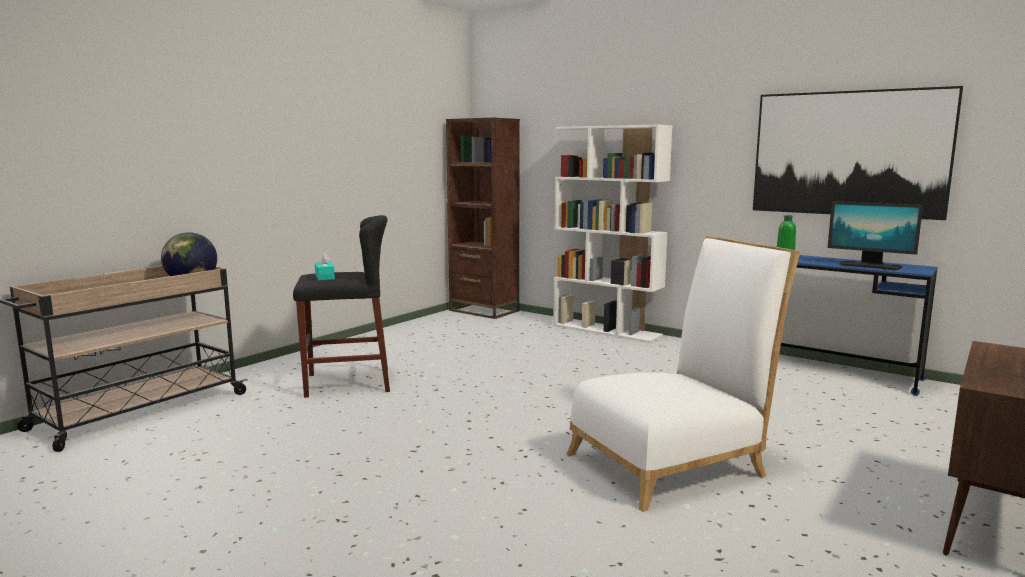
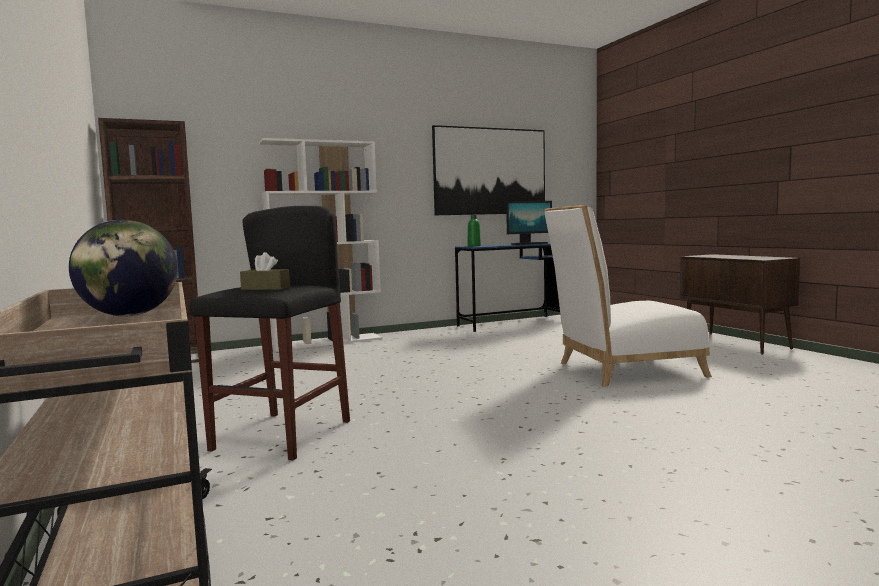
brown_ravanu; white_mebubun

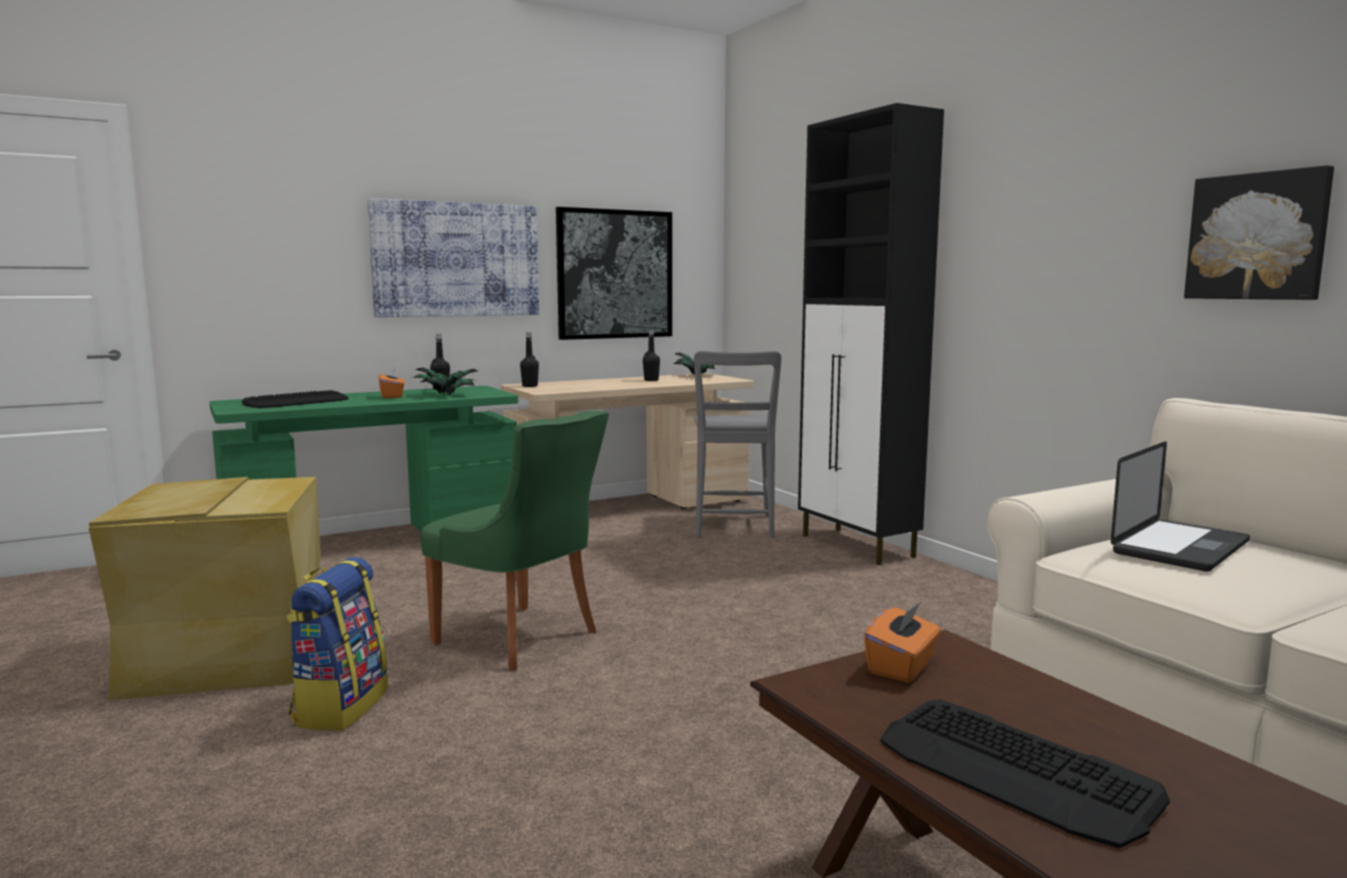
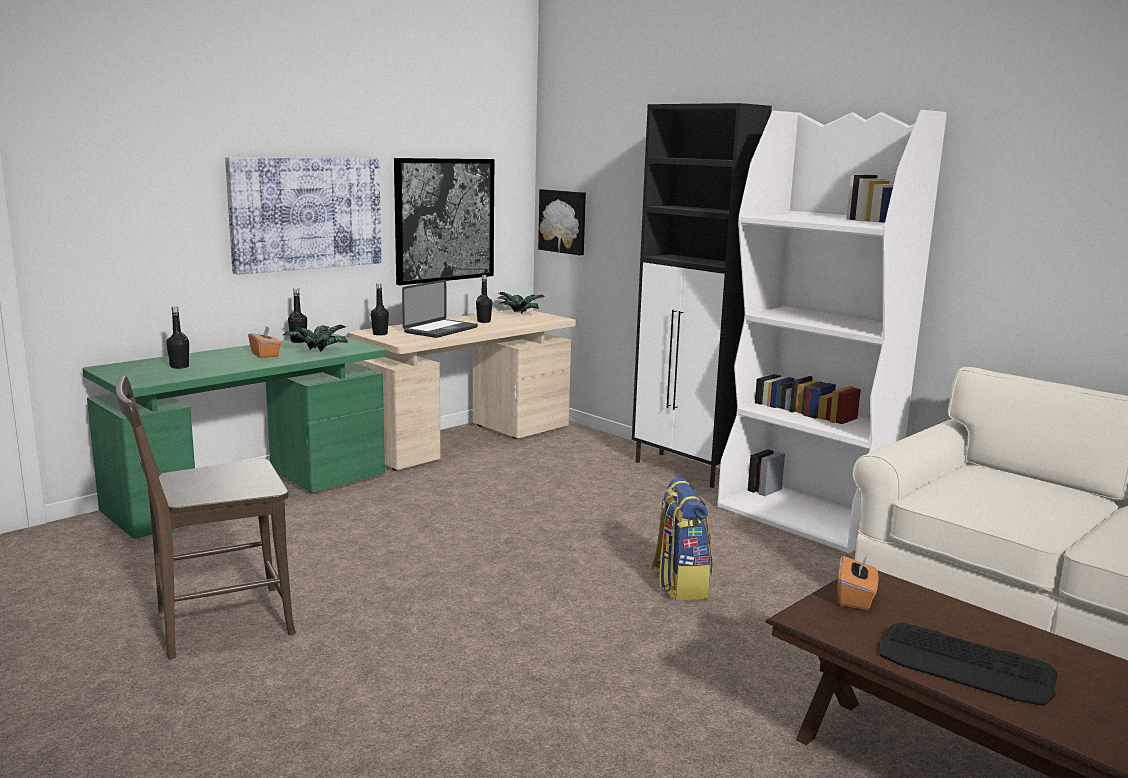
green_mebubun; grey_mebubun; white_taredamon; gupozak; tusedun; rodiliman (no. 3 from left); brown_mebubun; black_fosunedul (no. 1 from left)

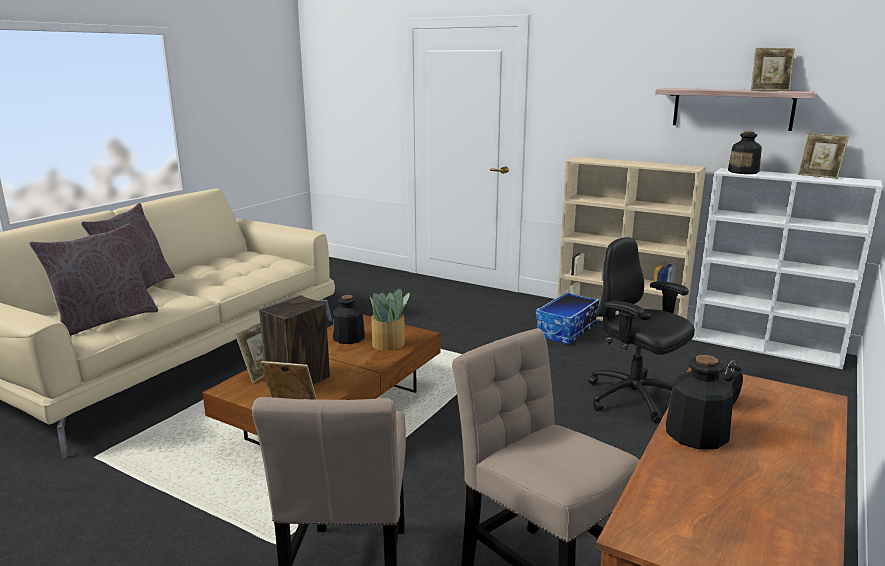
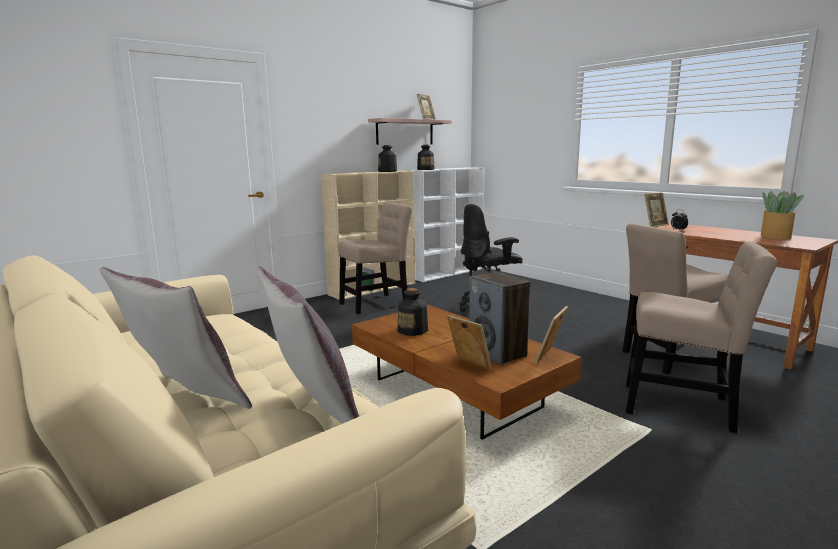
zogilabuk; fosunedul (no. 1 from left); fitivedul (no. 4 from left); beige_mebubun (no. 1 from left)

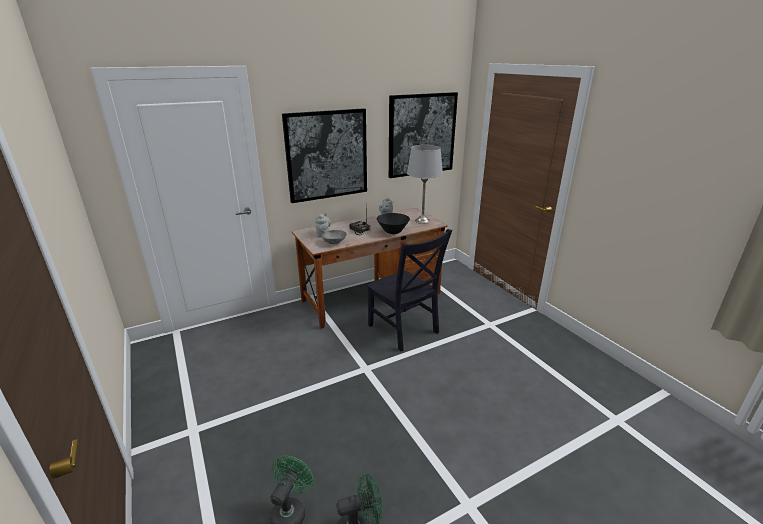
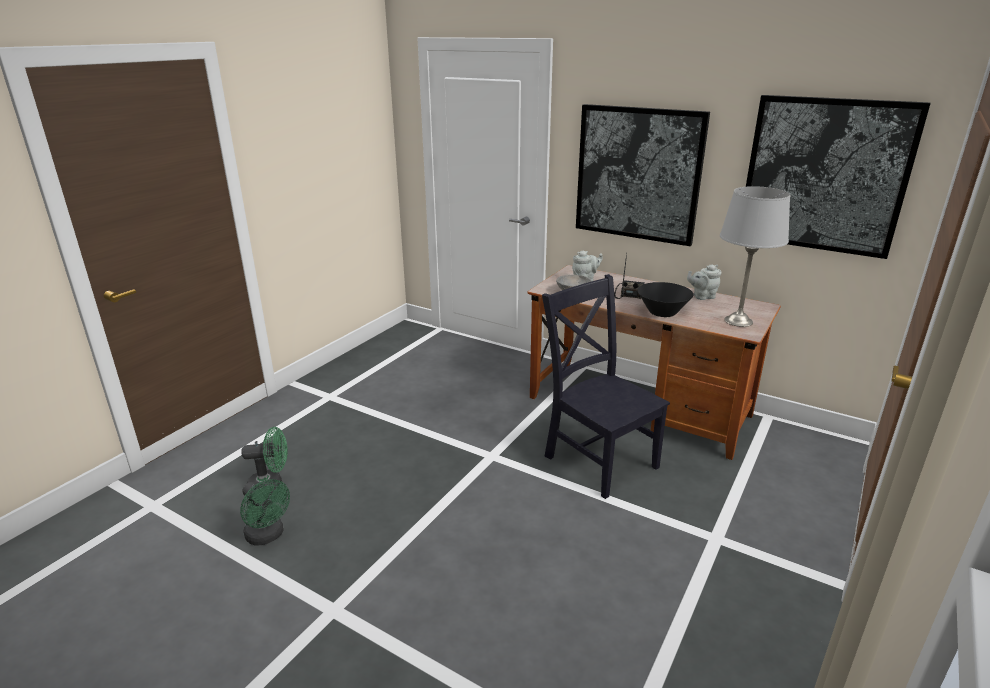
black_mebubun

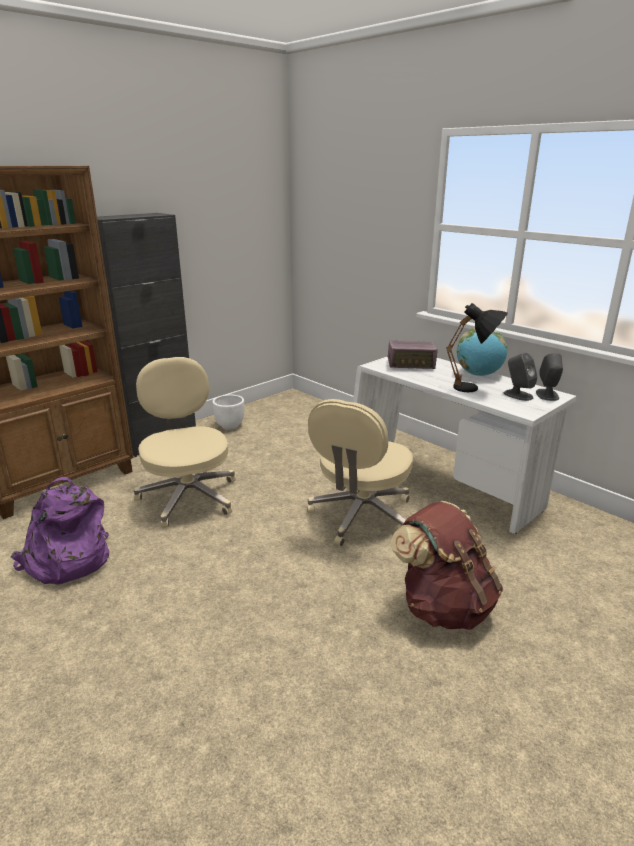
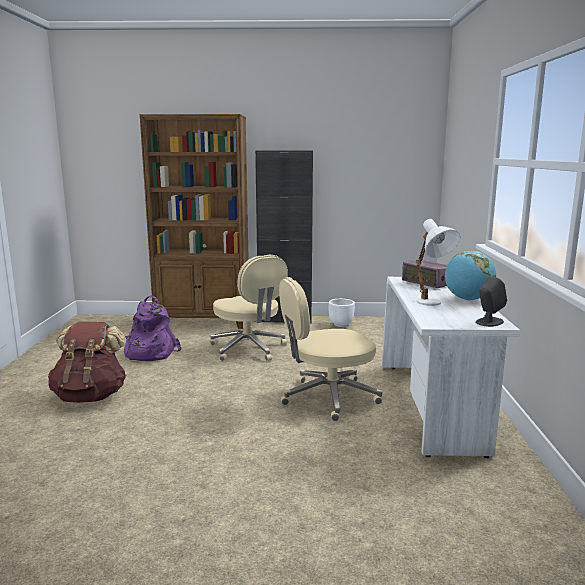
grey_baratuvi (no. 1 from left in the first image); brown_gupozak; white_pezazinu; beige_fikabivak (no. 1 from left)

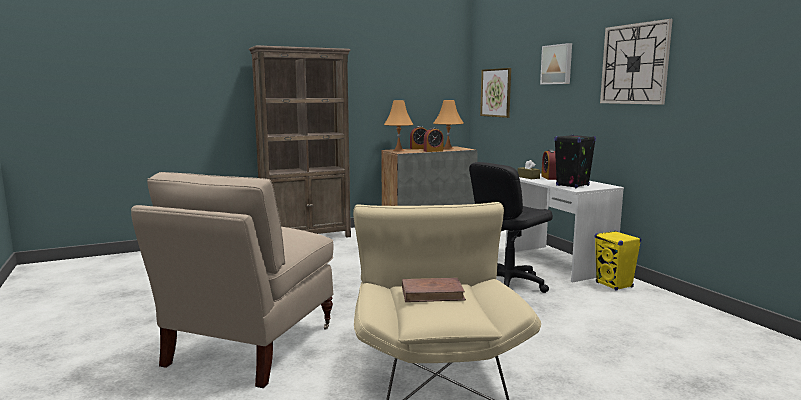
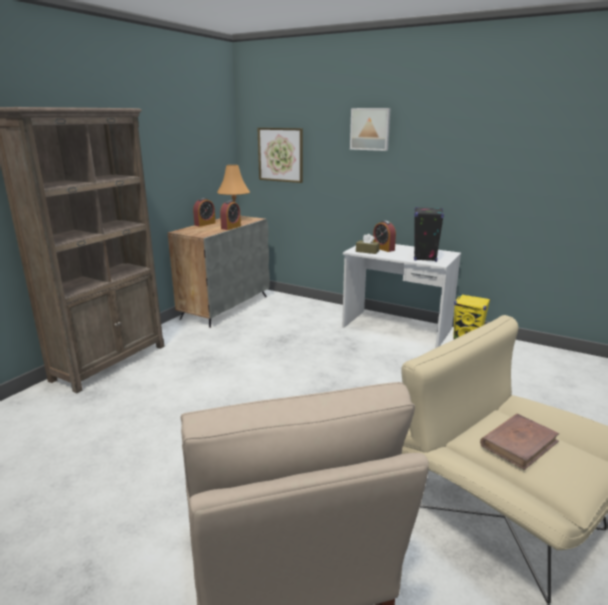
orange_pezazinu (no. 1 from left in the first image); black_fikabivak; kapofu

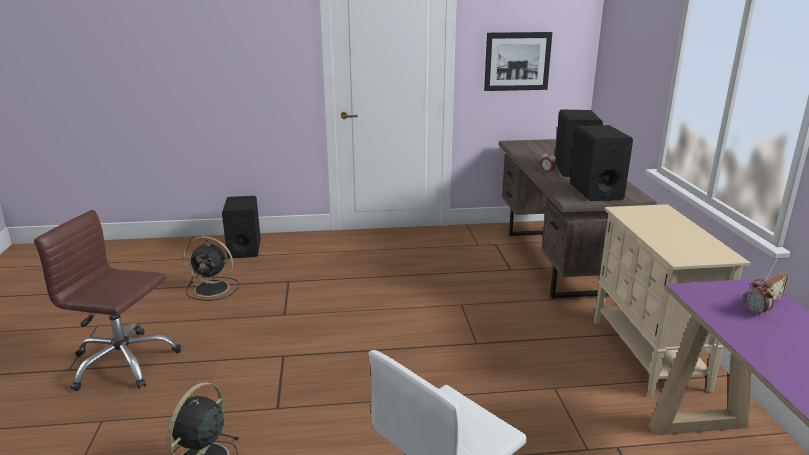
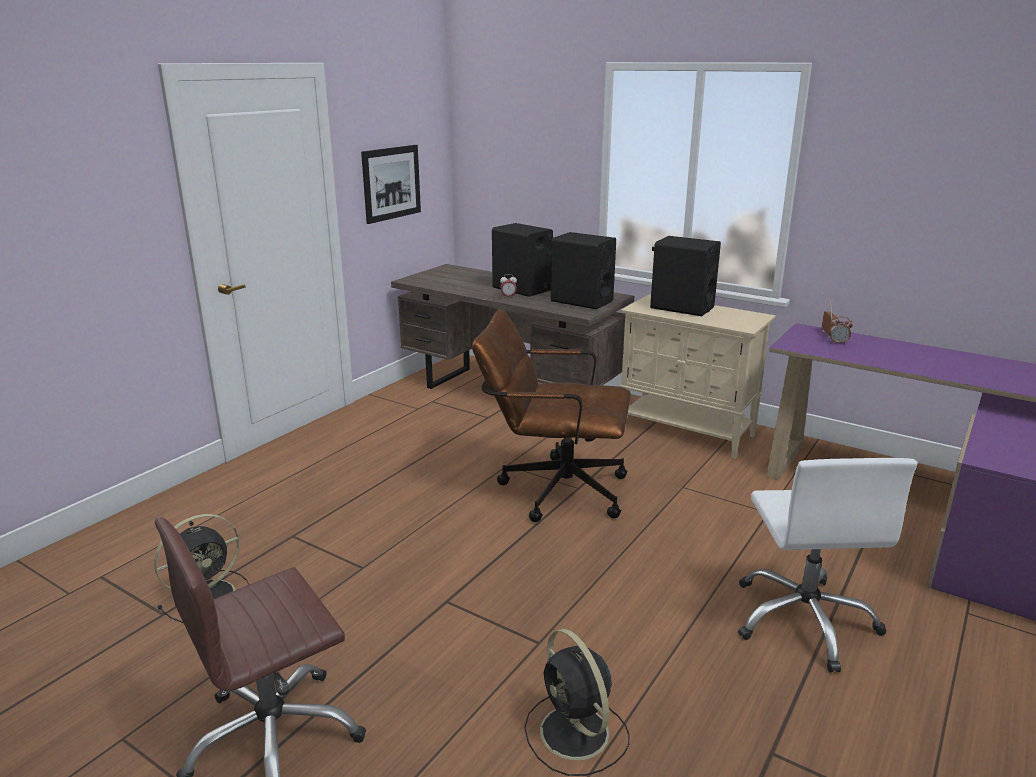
brown_fikabivak (no. 2 from left); black_baratuvi (no. 3 from left)

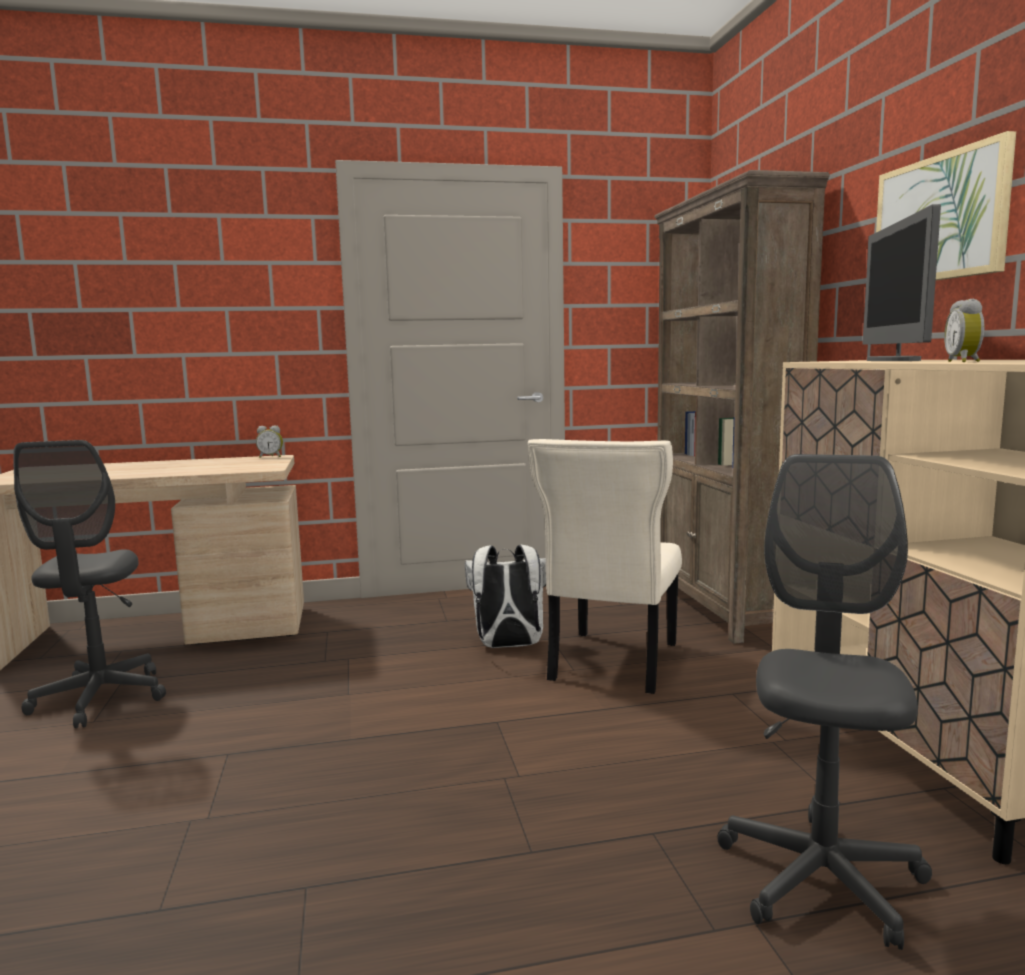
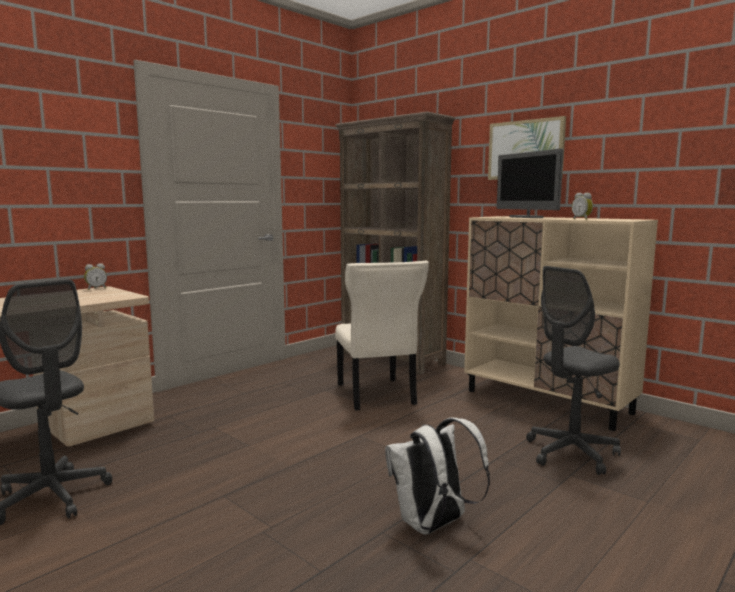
white_gupozak; grey_fikabivak (no. 2 from left)

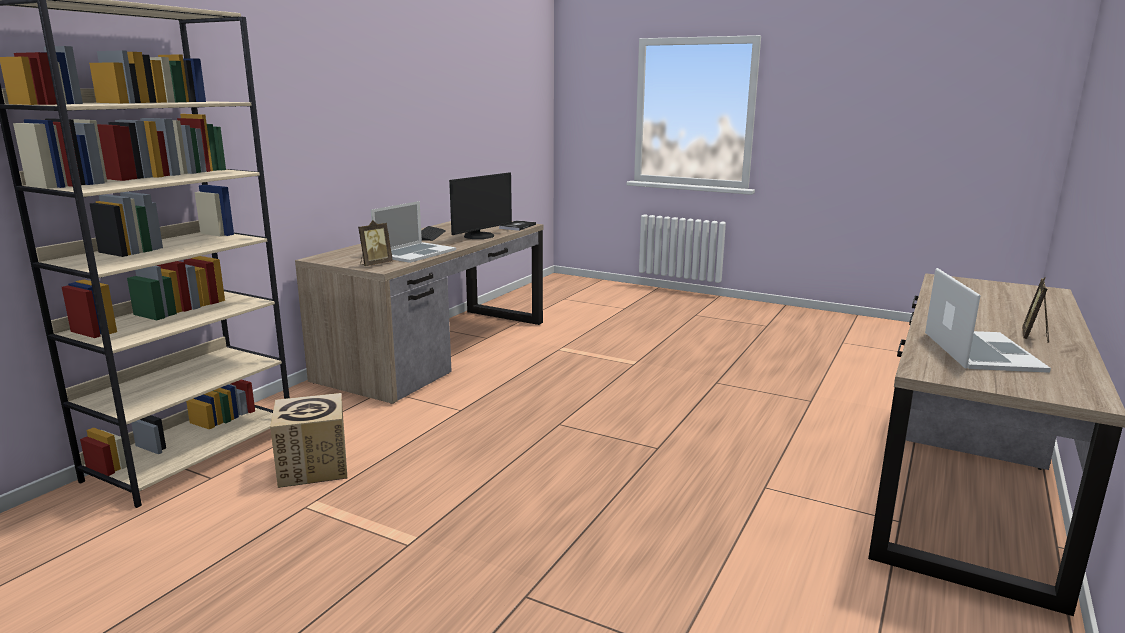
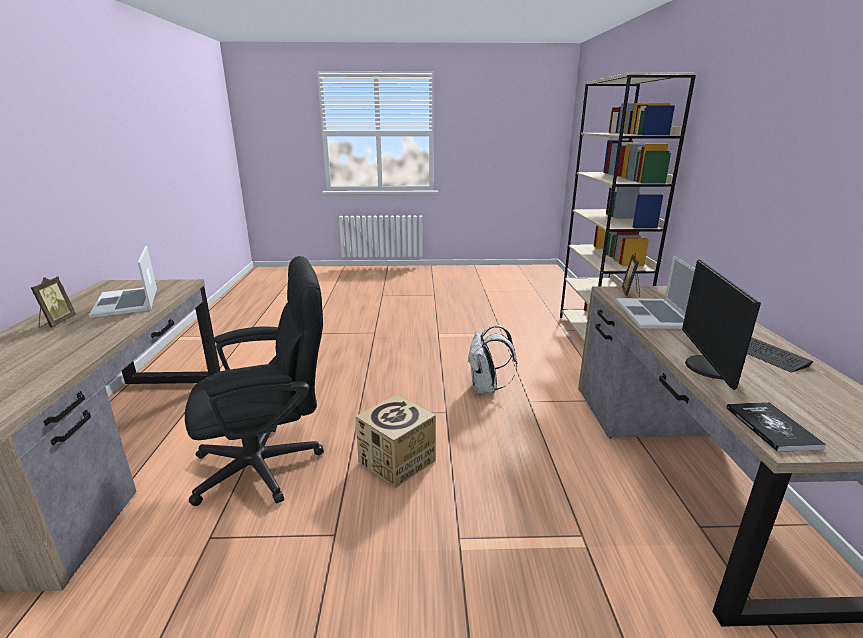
black_fikabivak; white_gupozak; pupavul

